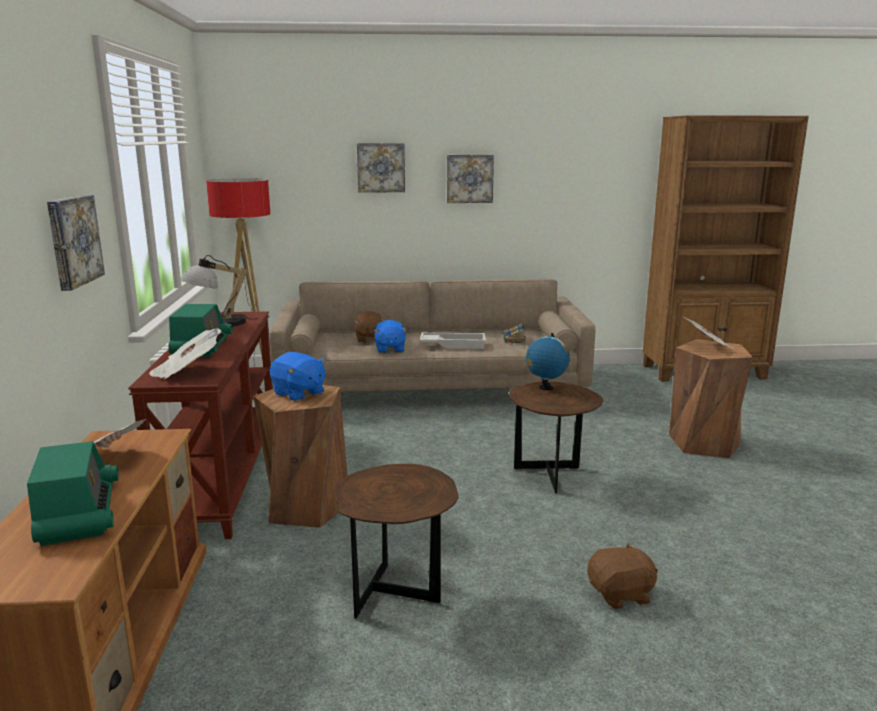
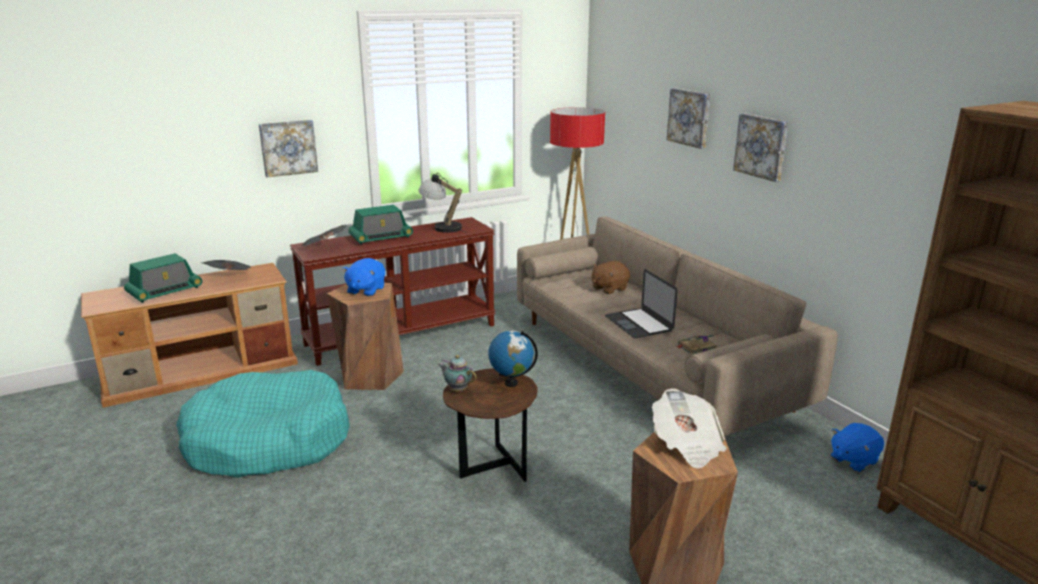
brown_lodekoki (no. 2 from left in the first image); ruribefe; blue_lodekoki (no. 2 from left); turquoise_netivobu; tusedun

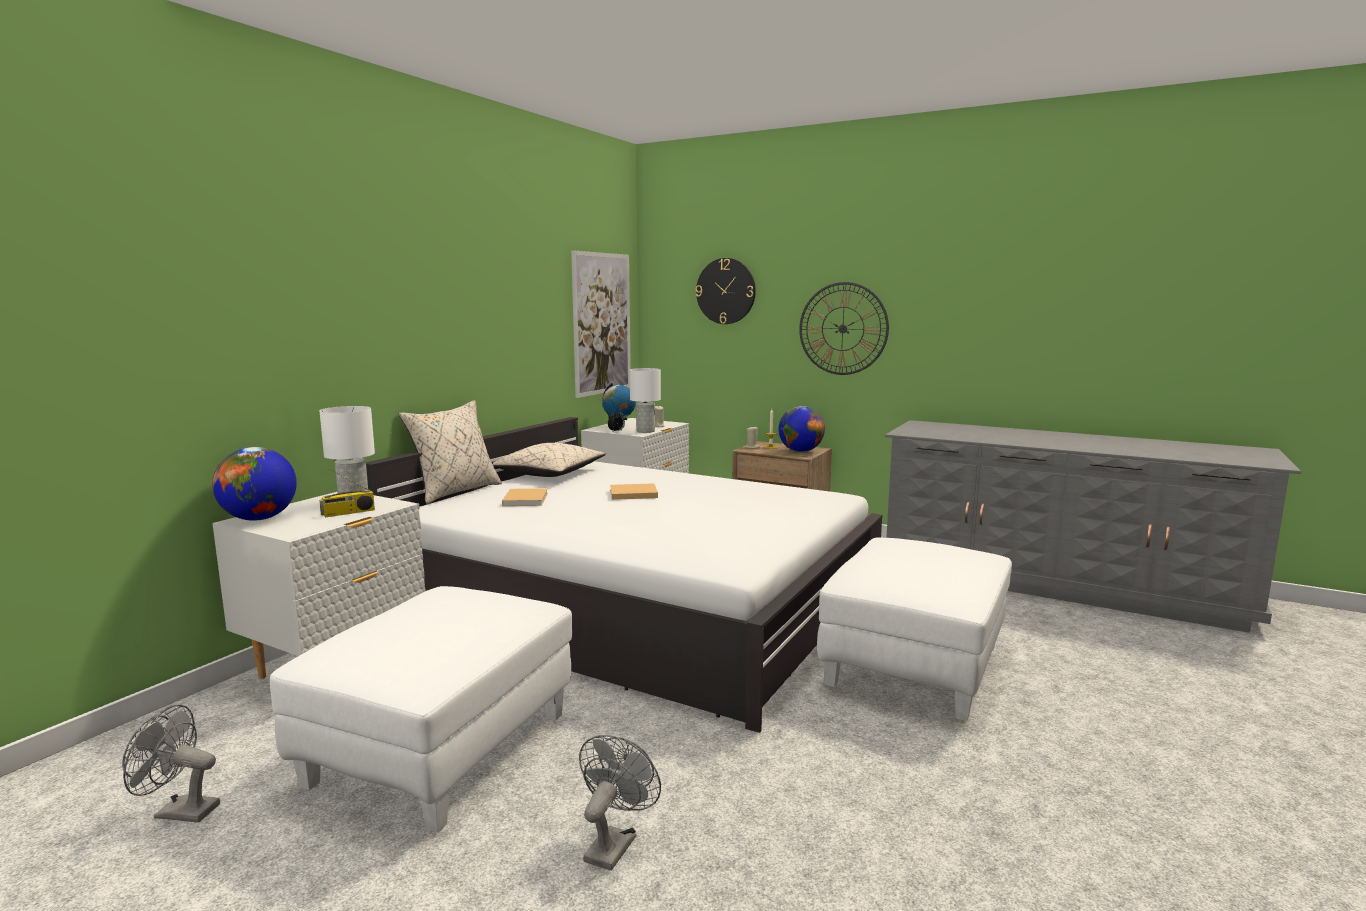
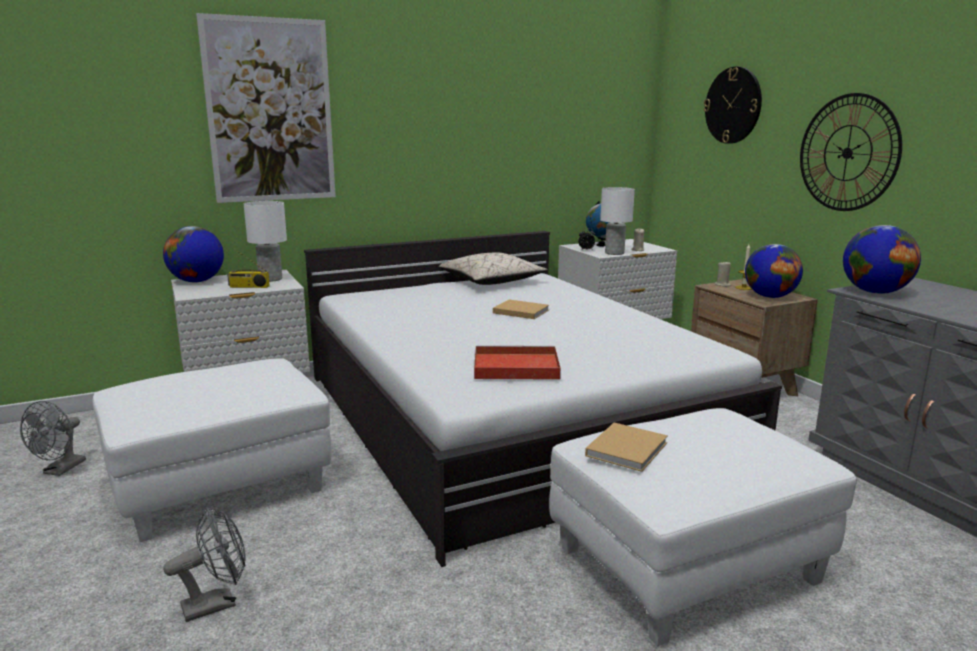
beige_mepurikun (no. 1 from left in the first image); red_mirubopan; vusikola (no. 4 from left); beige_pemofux (no. 2 from left); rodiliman; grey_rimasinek (no. 1 from left)

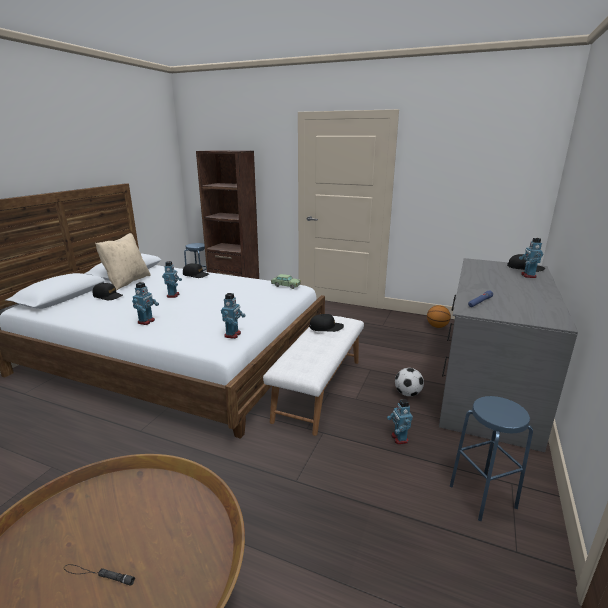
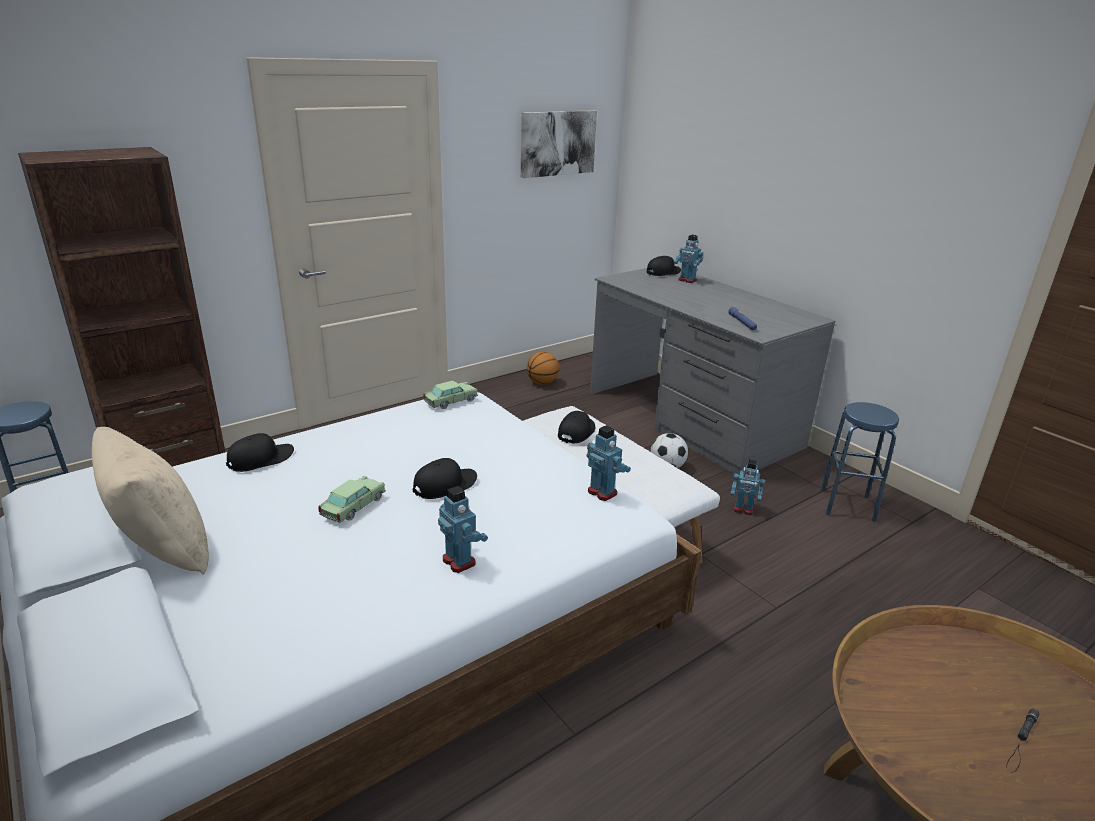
rodiliman; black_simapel (no. 2 from left); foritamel (no. 1 from left)

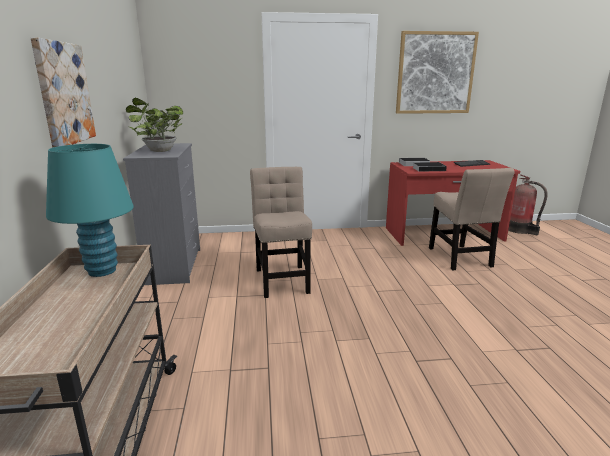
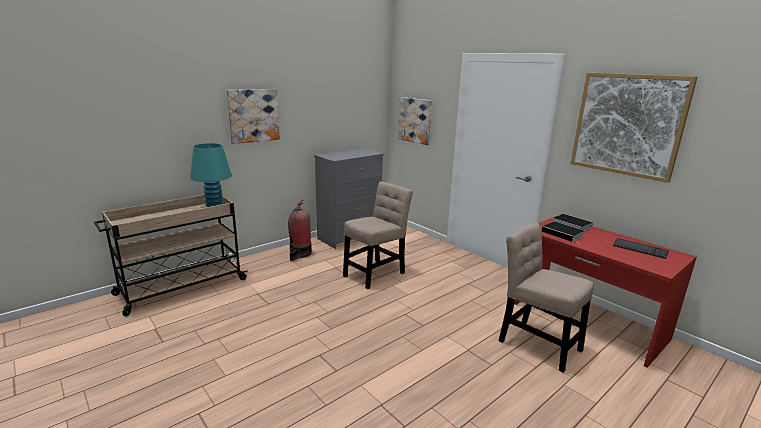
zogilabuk; rodiliman (no. 2 from left); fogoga; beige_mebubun (no. 2 from left)

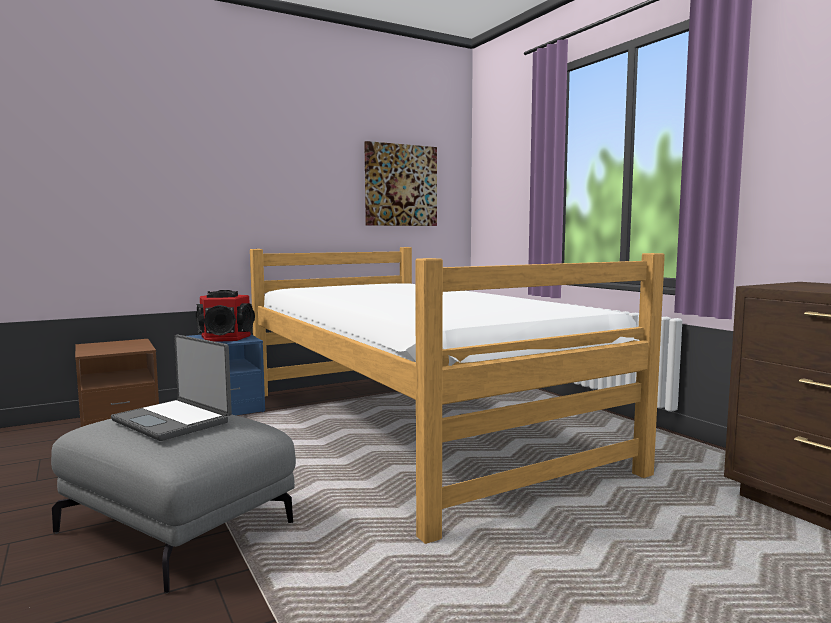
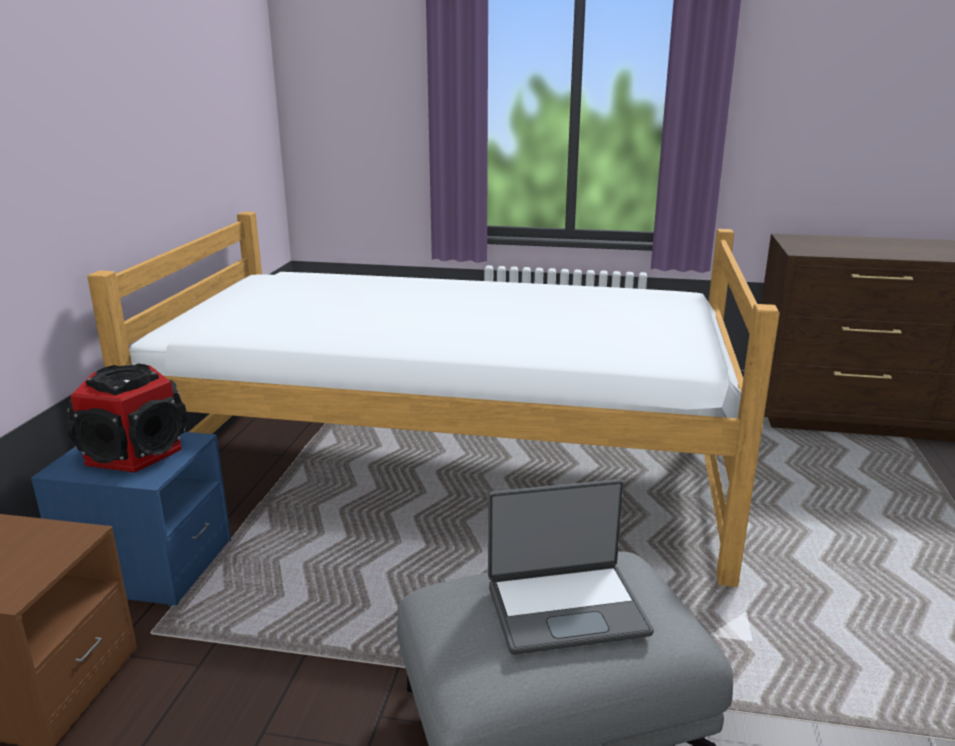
rodiliman

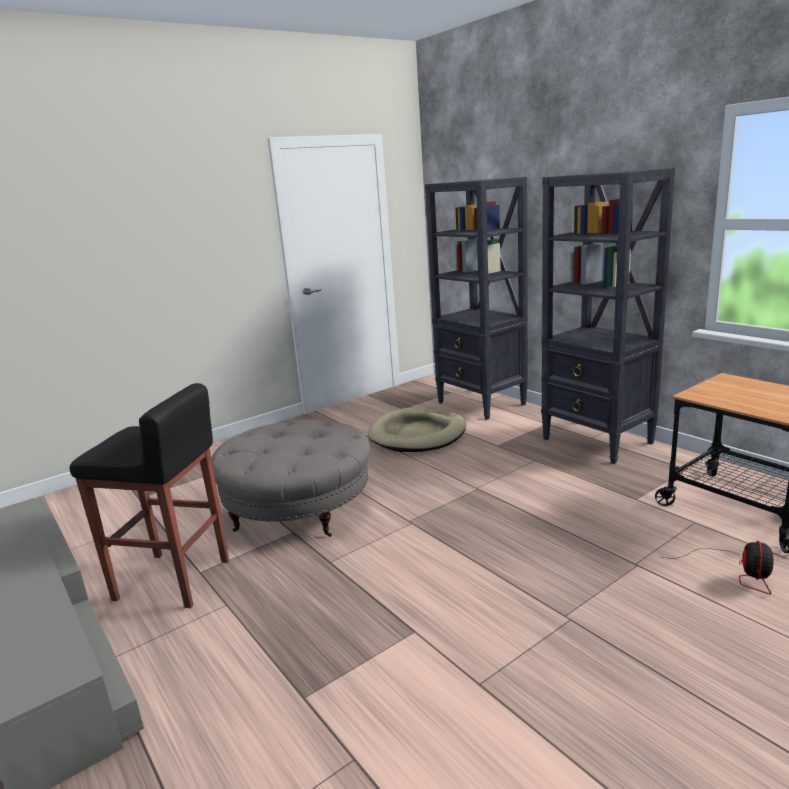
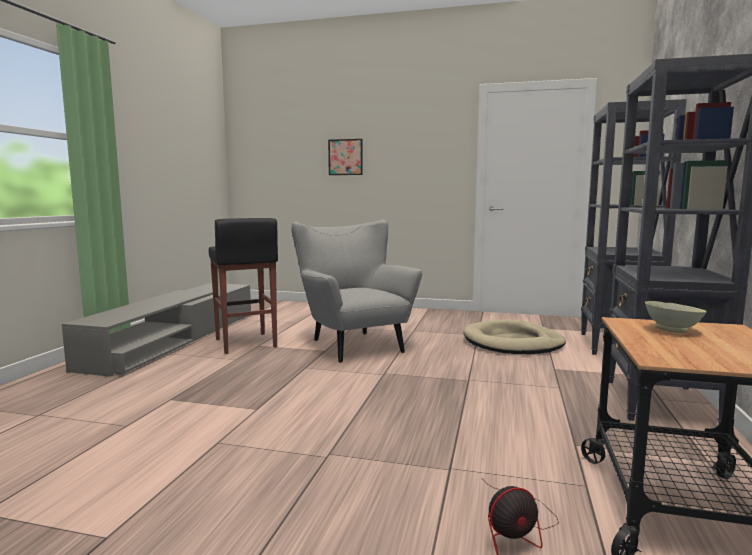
rodiliman; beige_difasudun; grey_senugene

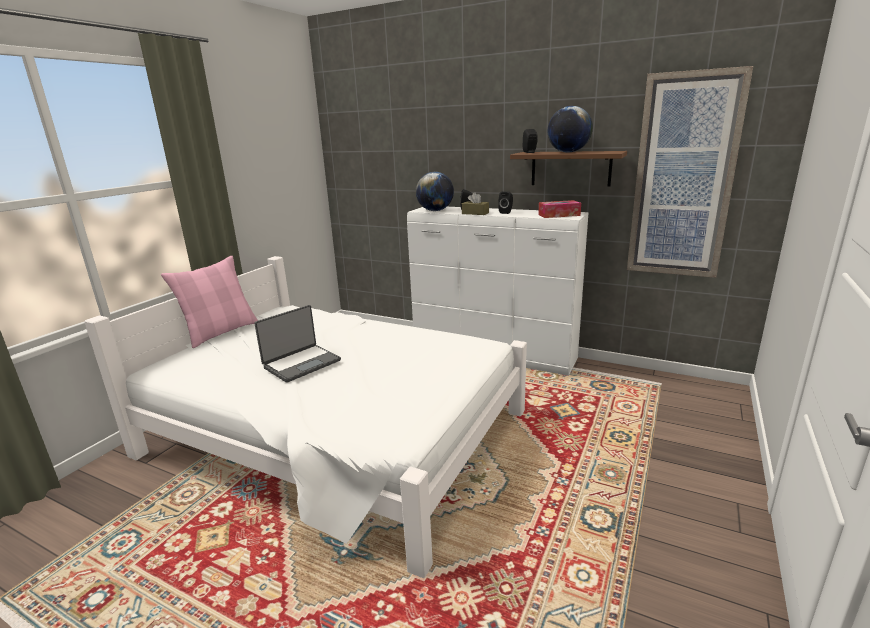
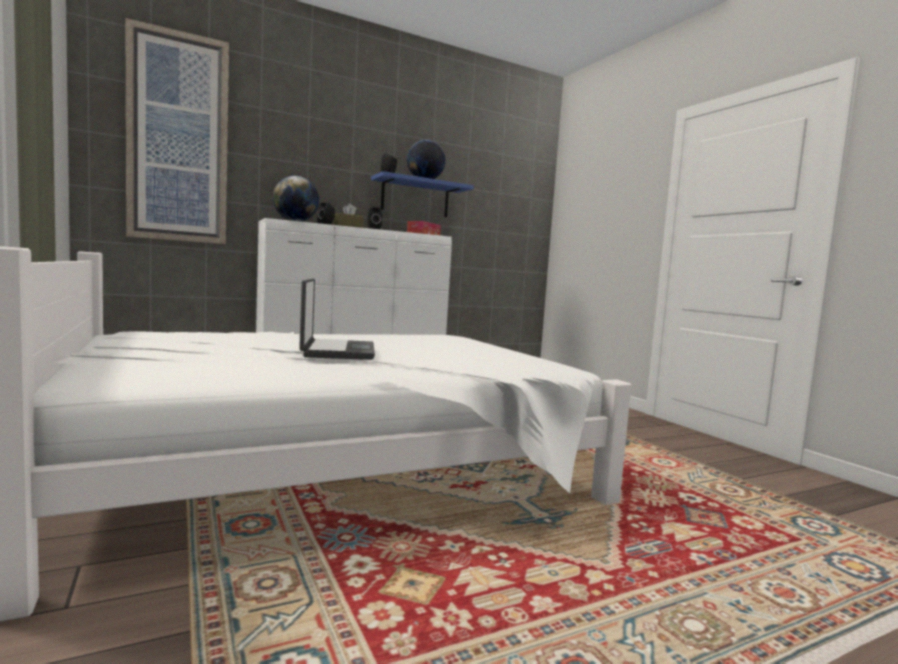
pink_mepurikun; rodiliman; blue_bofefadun

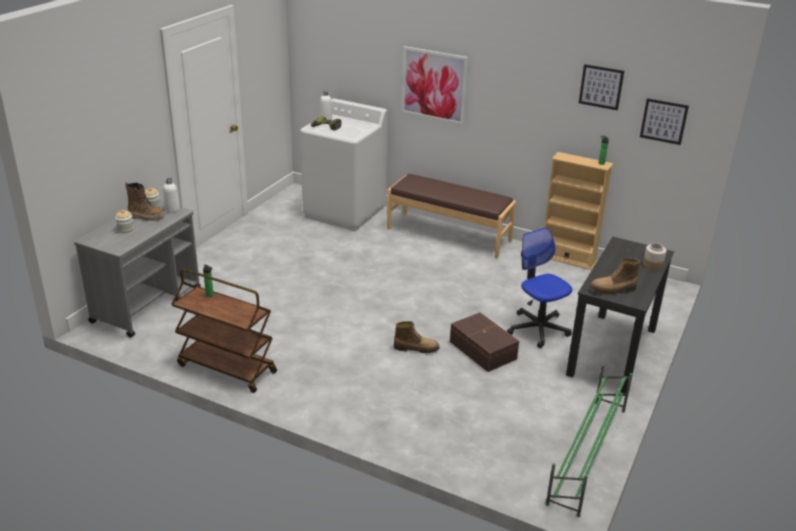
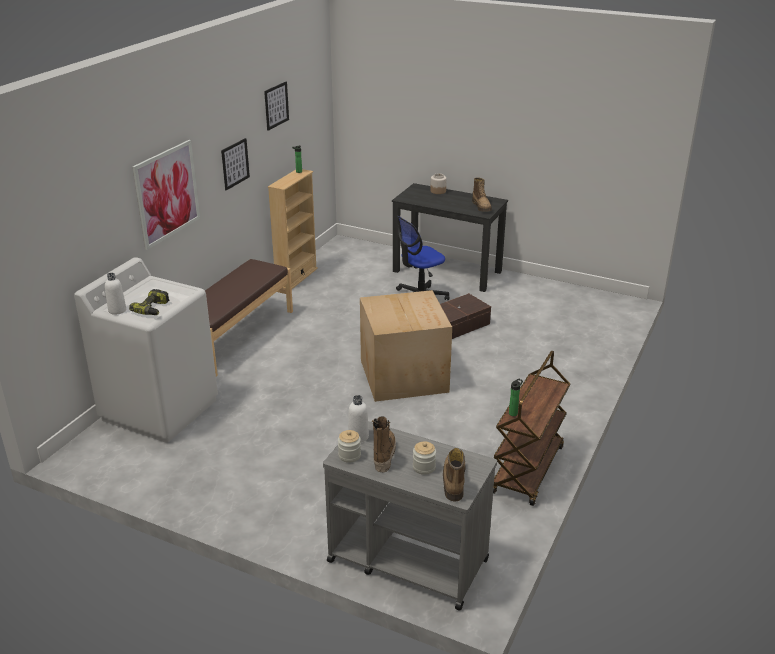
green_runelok; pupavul; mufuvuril (no. 2 from left); rodiliman (no. 2 from left)

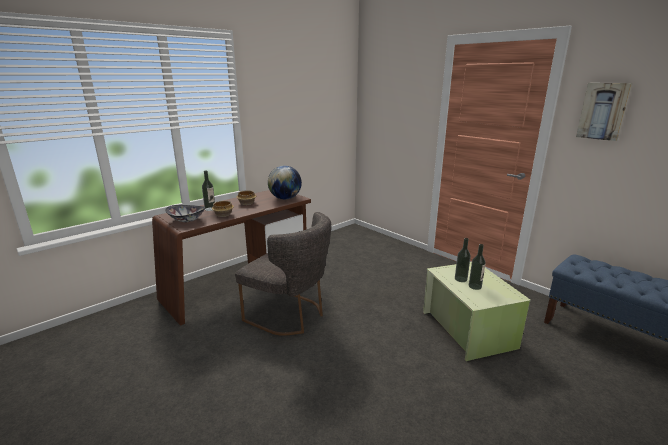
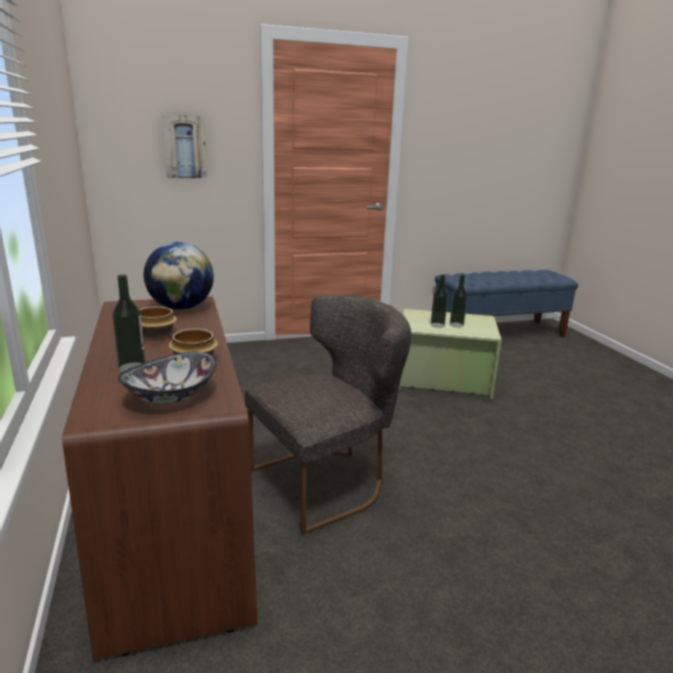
rodiliman

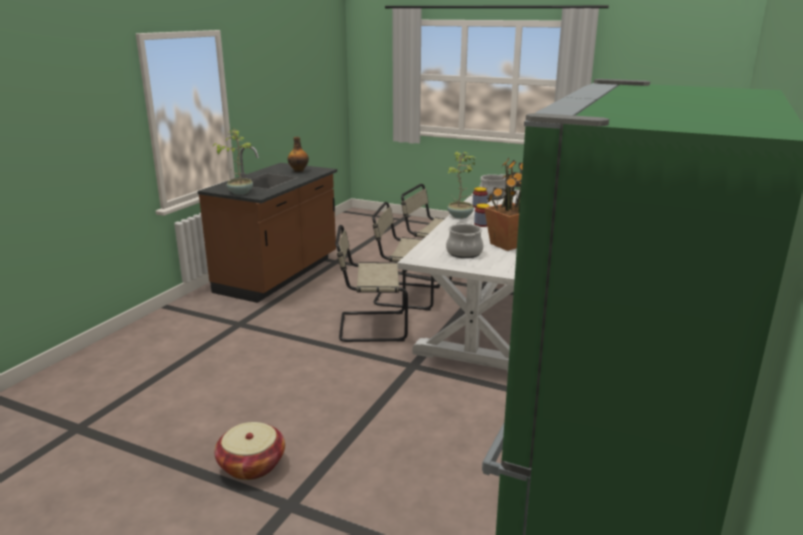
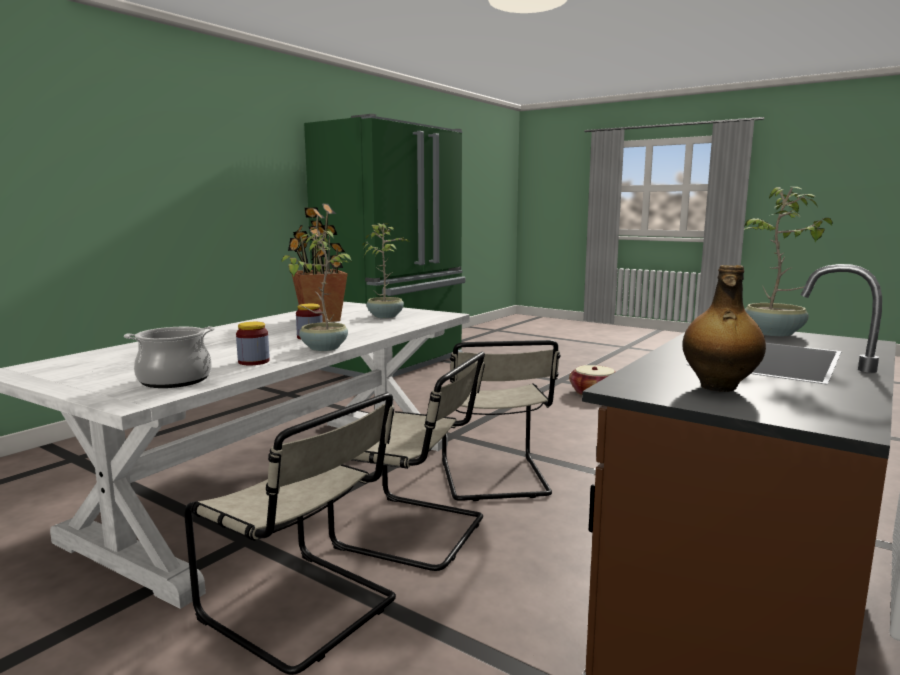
zogilabuk (no. 3 from left); beige_mebubun (no. 3 from left)

